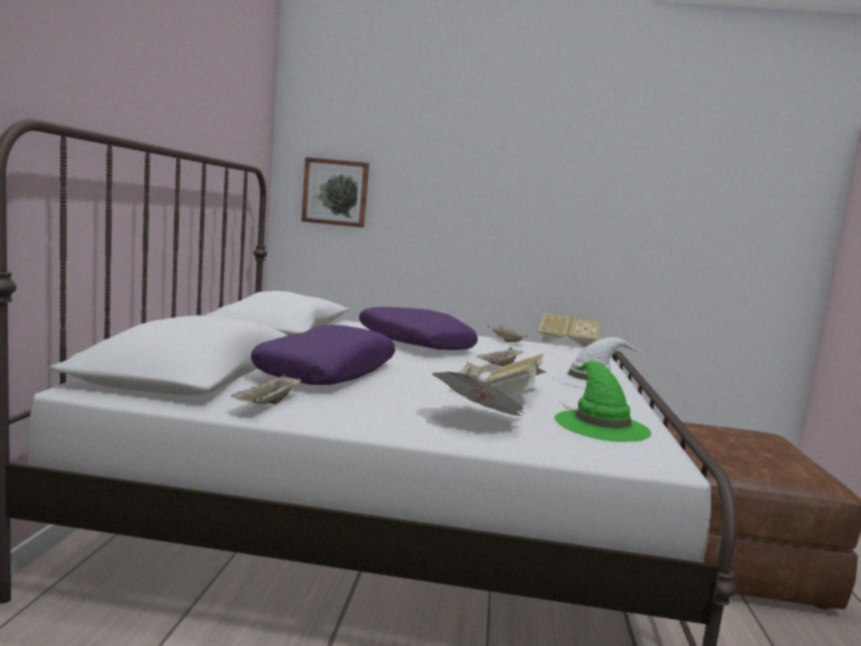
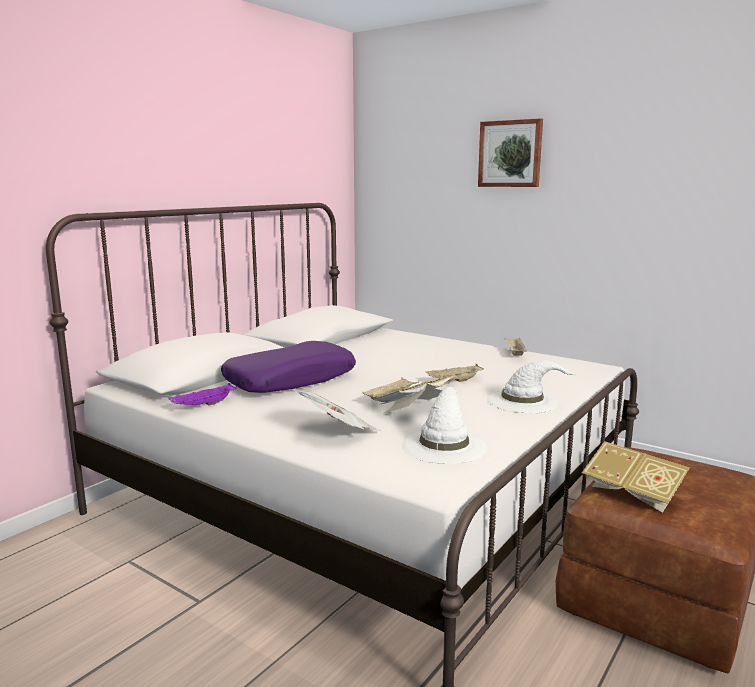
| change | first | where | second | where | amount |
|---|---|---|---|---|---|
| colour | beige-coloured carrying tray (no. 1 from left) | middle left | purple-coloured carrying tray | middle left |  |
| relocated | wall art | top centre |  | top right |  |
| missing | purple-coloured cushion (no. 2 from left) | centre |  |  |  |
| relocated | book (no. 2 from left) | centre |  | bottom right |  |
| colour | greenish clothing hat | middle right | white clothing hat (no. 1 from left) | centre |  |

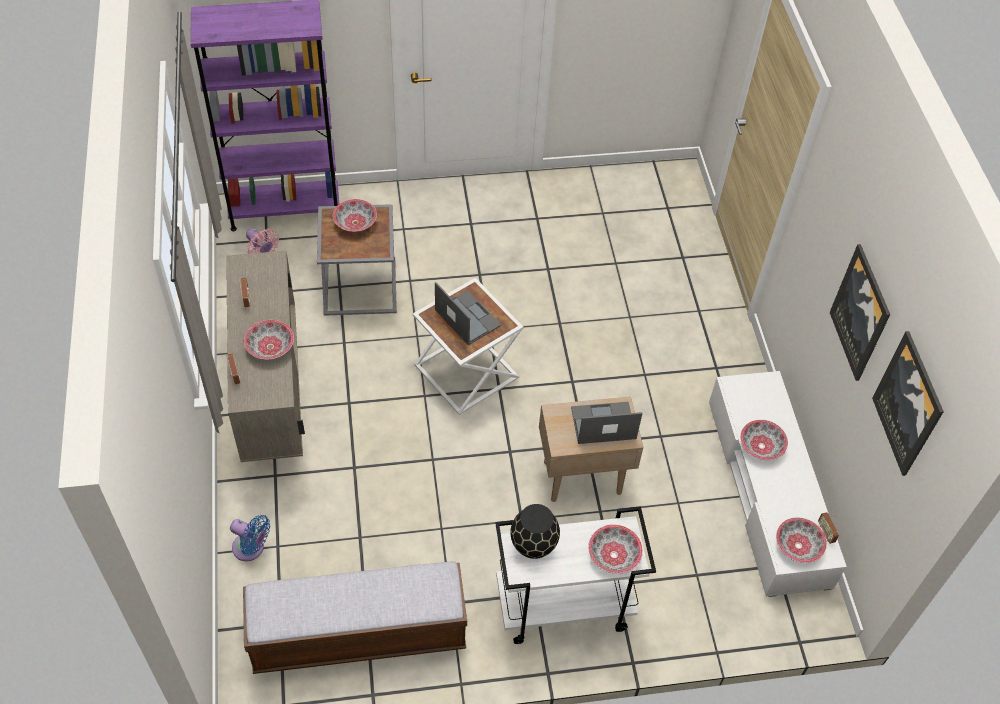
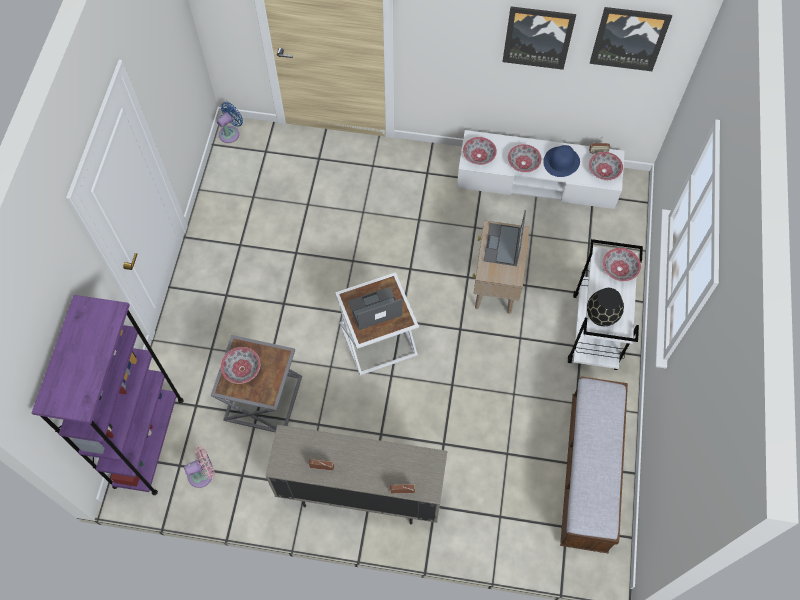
| change | first | where | second | where | amount |
|---|---|---|---|---|---|
| relocated | bluish fan | bottom left |  | top left |  |
| relocated | bowl (no. 1 from left in the first image) | middle left | bowl (no. 2 from left) | top centre |  |
| appeared |  |  | bluish clothing hat | top right |  |

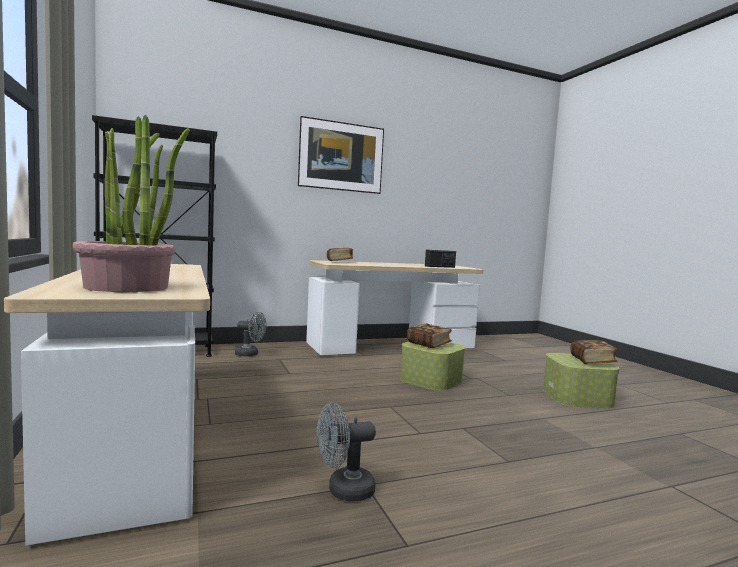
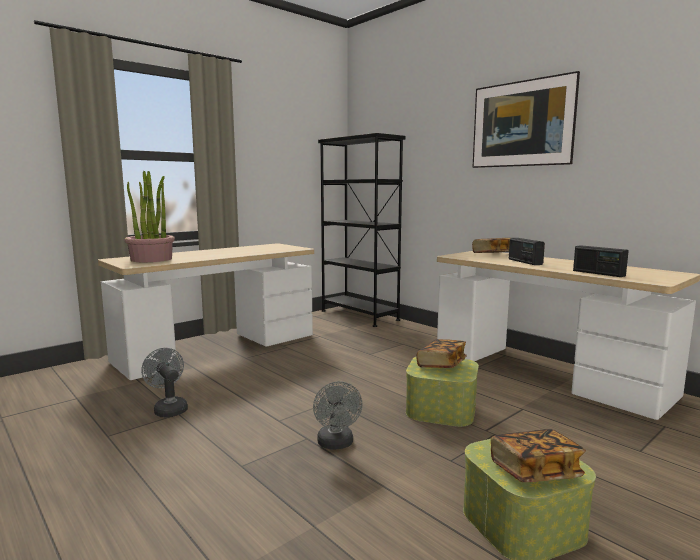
| change | first | where | second | where | amount |
|---|---|---|---|---|---|
| relocated | greyish fan (no. 1 from left in the first image) | centre | greyish fan (no. 2 from left) | bottom centre |  |
| appeared |  |  | radio receiver (no. 1 from left) | middle right |  |

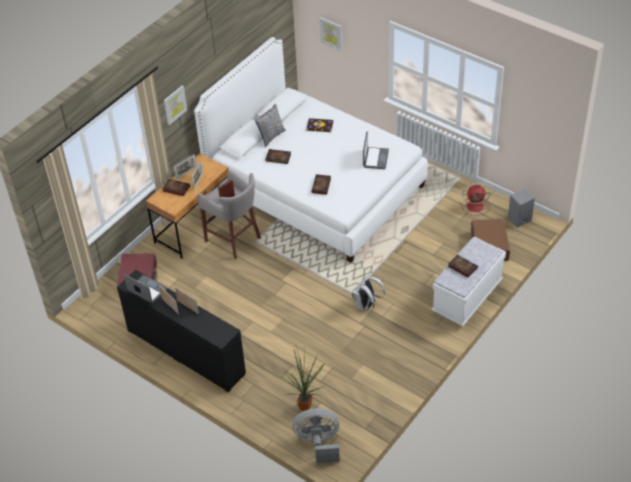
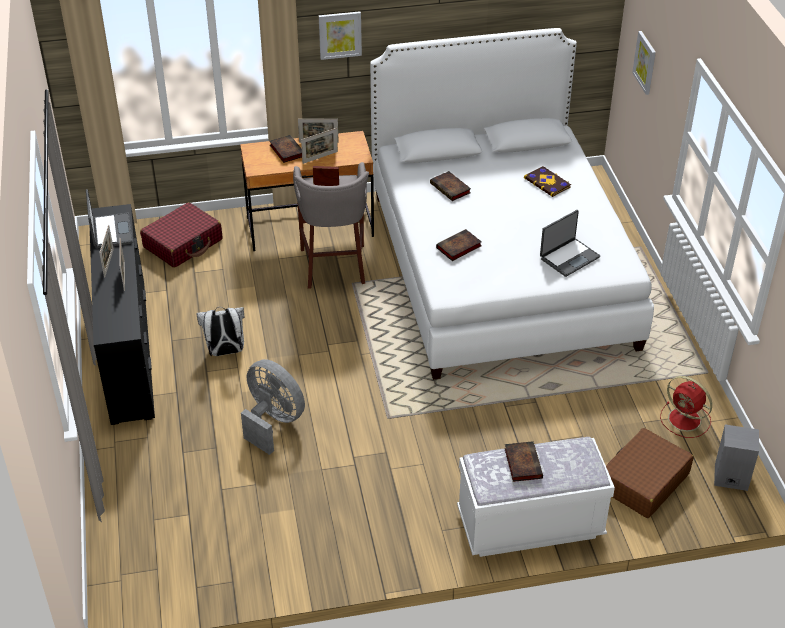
| change | first | where | second | where | amount |
|---|---|---|---|---|---|
| missing | greyish cushion | top centre |  |  |  |
| missing | houseplant | bottom centre |  |  |  |
| relocated | greyish fan | bottom centre |  | centre |  |
| relocated | white backpack | centre |  | middle left |  |

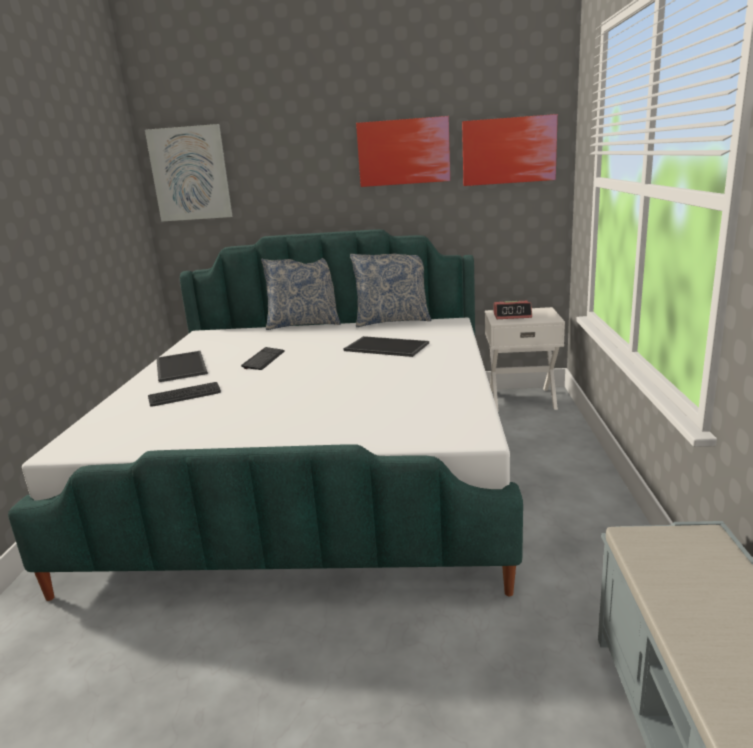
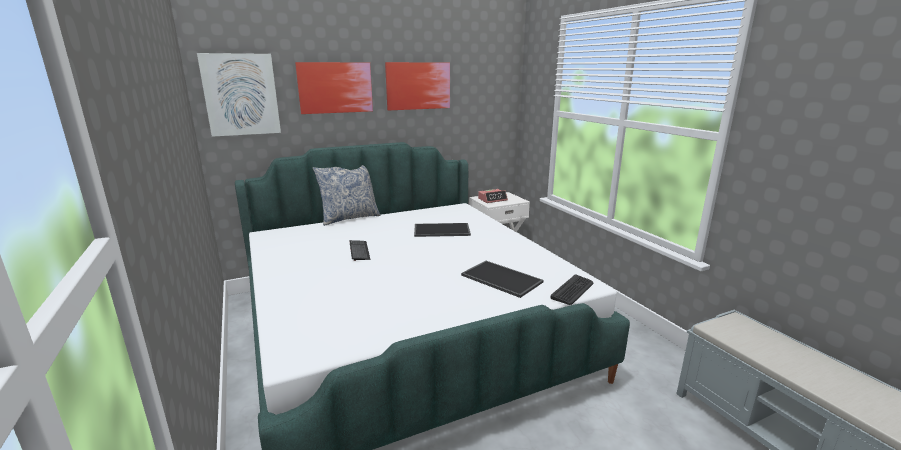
| change | first | where | second | where | amount |
|---|---|---|---|---|---|
| relocated | PC keyboard (no. 1 from left in the first image) | middle left | PC keyboard (no. 2 from left) | centre |  |
| relocated | carrying tray (no. 1 from left in the first image) | middle left | carrying tray (no. 2 from left) | centre |  |
| missing | cushion (no. 2 from left) | centre |  |  |  |
| relocated | wall art (no. 3 from left in the first image) | top right | wall art (no. 2 from left) | top centre |  |

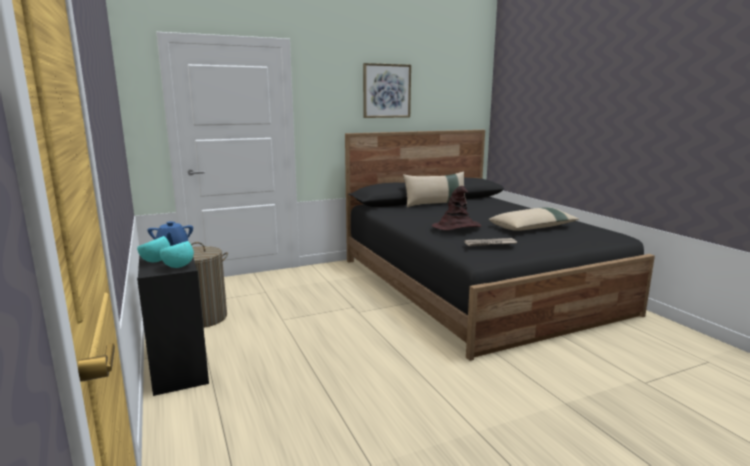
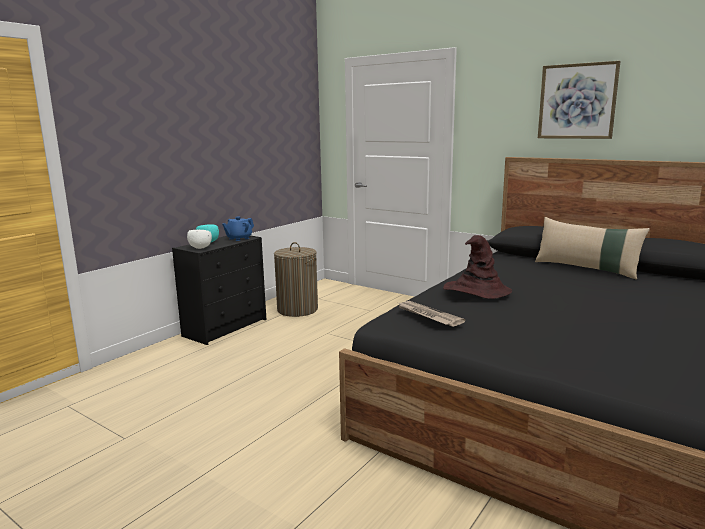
| change | first | where | second | where | amount |
|---|---|---|---|---|---|
| colour | turquoise-coloured bowl (no. 2 from left) | middle left | white bowl | middle left |  |
| missing | beige-coloured cushion (no. 2 from left) | middle right |  |  |  |

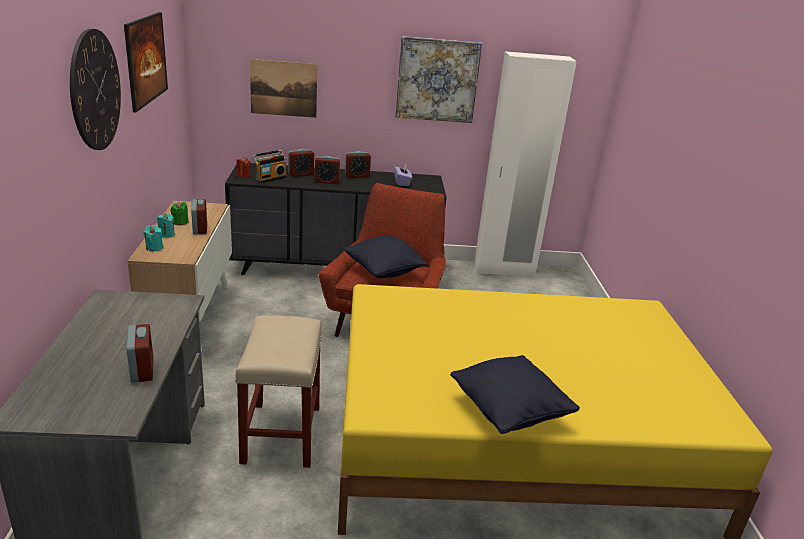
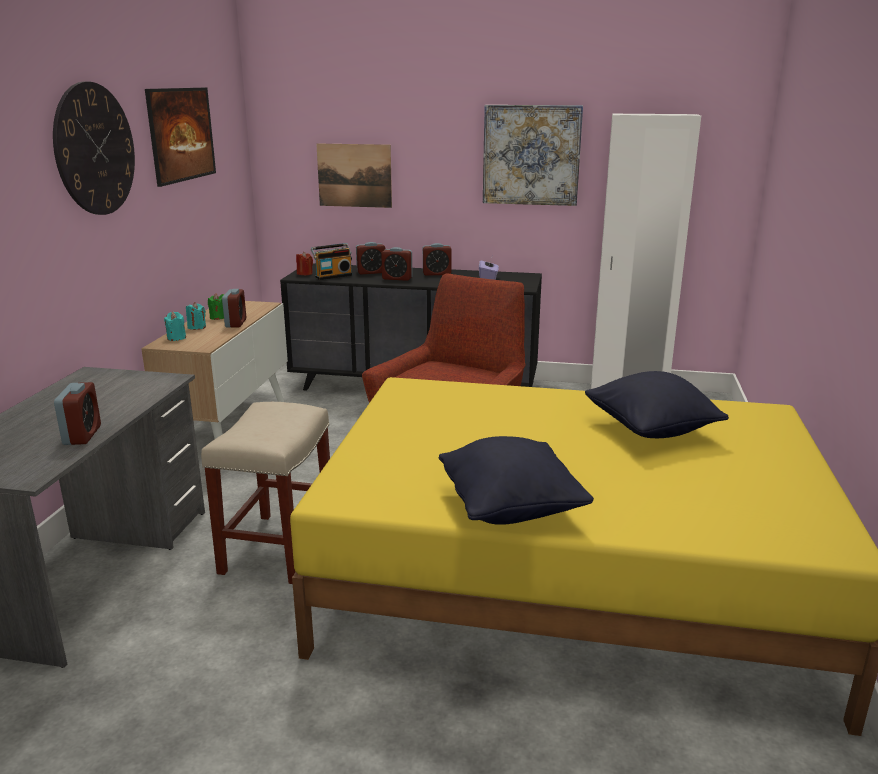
| change | first | where | second | where | amount |
|---|---|---|---|---|---|
| relocated | blackish cushion (no. 1 from left in the first image) | centre | blackish cushion (no. 2 from left) | middle right |  |

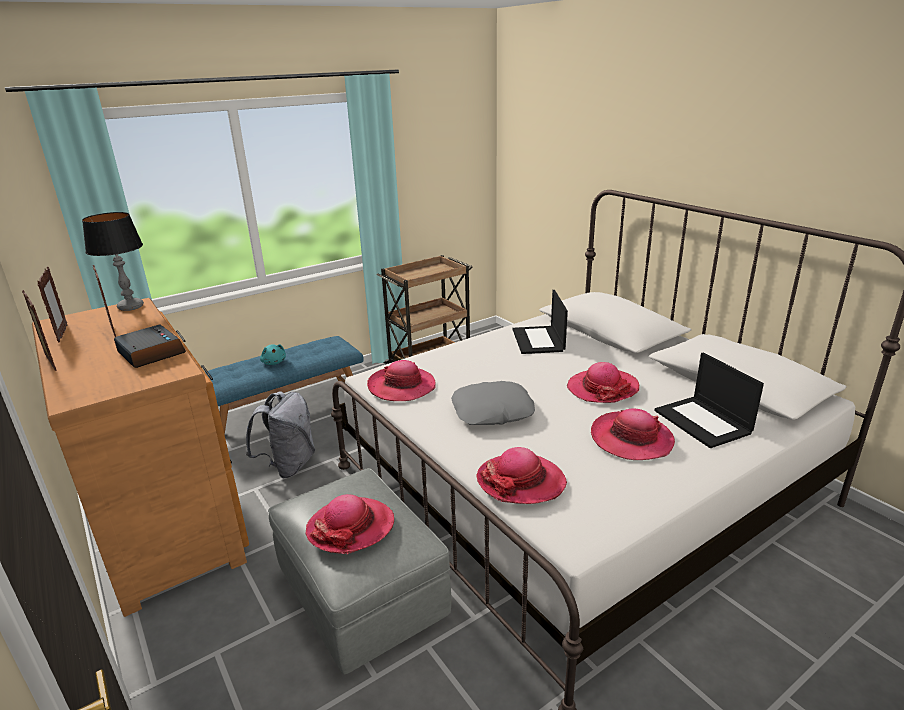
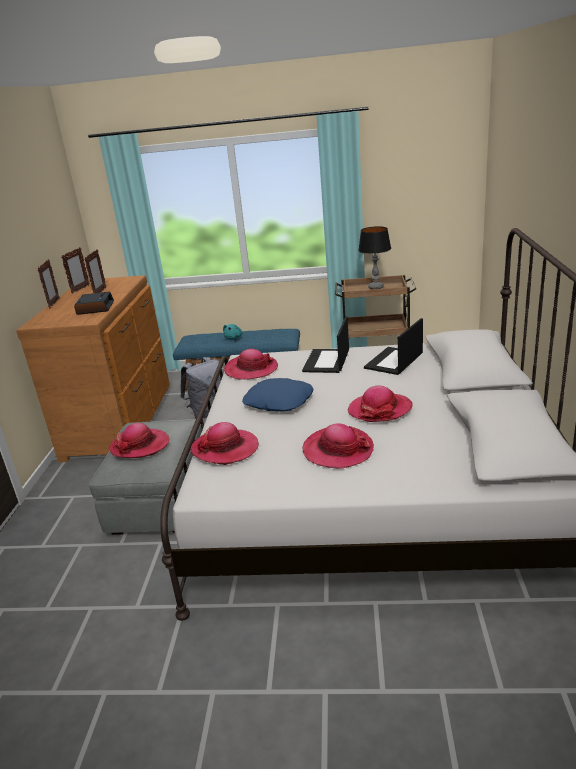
| change | first | where | second | where | amount |
|---|---|---|---|---|---|
| relocated | table lamp | middle left |  | centre |  |
| colour | greyish cushion | centre | bluish cushion | centre |  |
| relocated | portable computer (no. 2 from left in the first image) | middle right | portable computer (no. 1 from left) | centre |  |

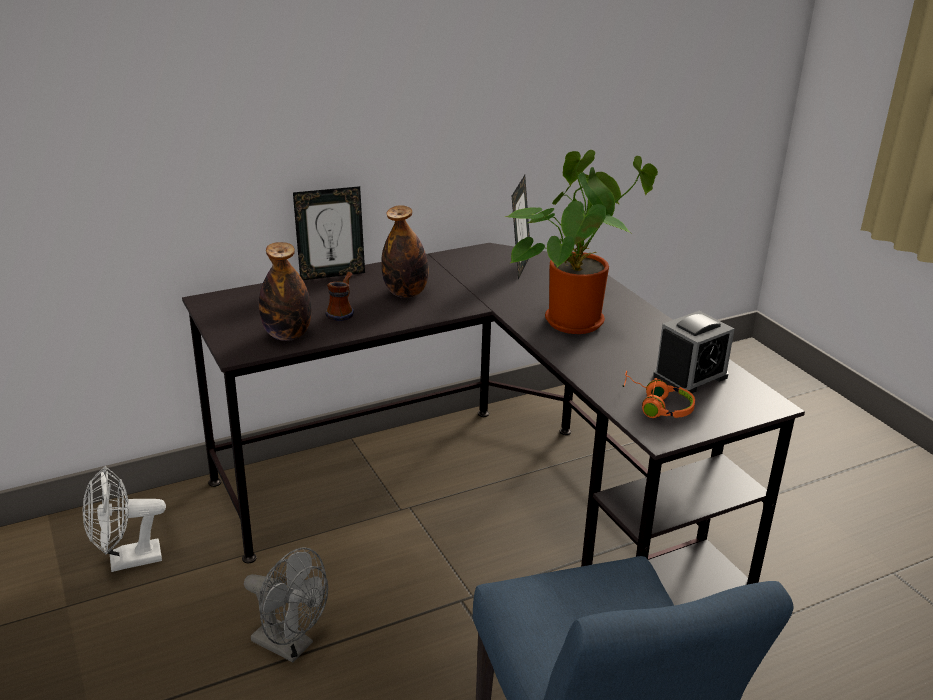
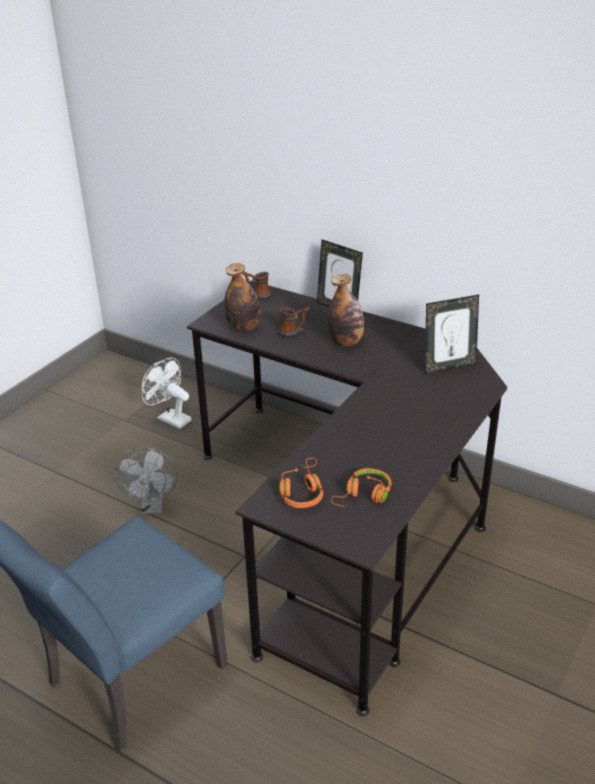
| change | first | where | second | where | amount |
|---|---|---|---|---|---|
| missing | houseplant | centre |  |  |  |
| exchanged | table clock | middle right | orange headphones (no. 2 from left) | centre |  |
| appeared |  |  | coffee mug (no. 1 from left) | centre |  |

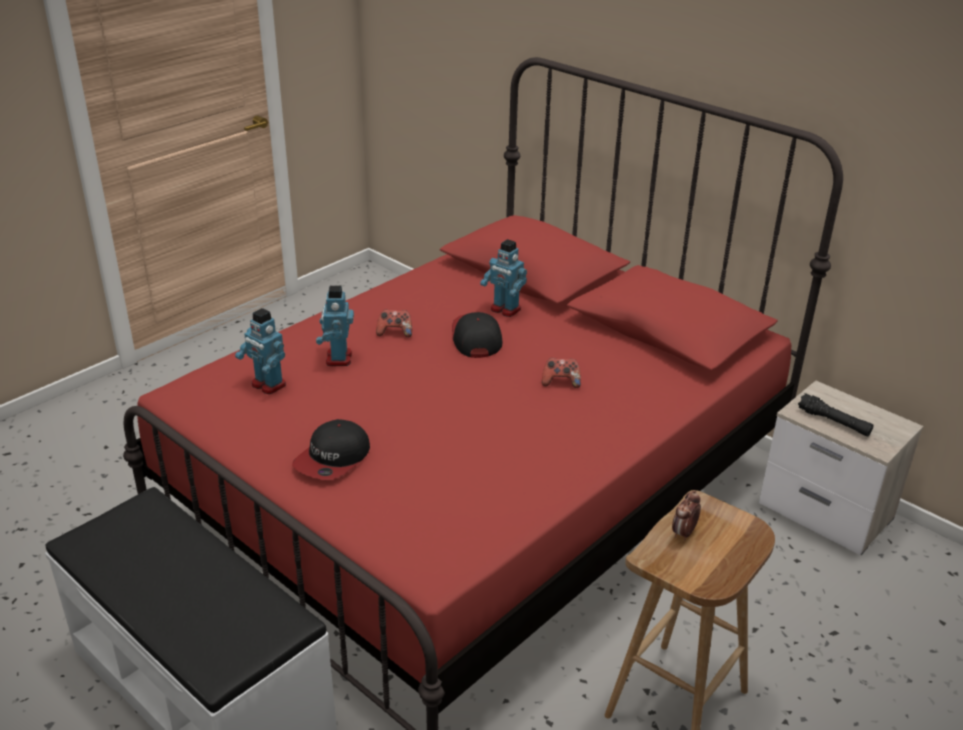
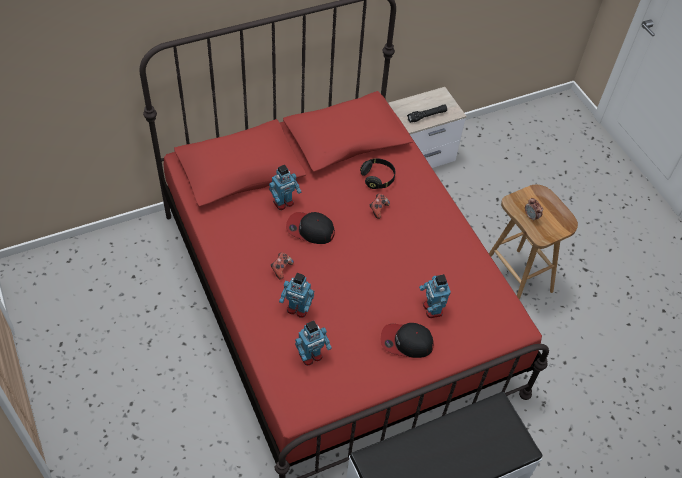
| change | first | where | second | where | amount |
|---|---|---|---|---|---|
| spun | cap (no. 1 from left in the first image) | centre | cap (no. 2 from left) | bottom centre | 135 degrees clockwise |
| appeared |  |  | blackish headphones | centre |  |
| appeared |  |  | toy robot (no. 4 from left) | centre |  |

